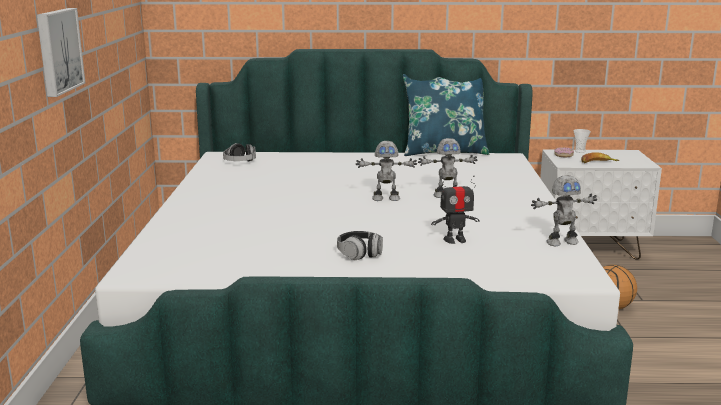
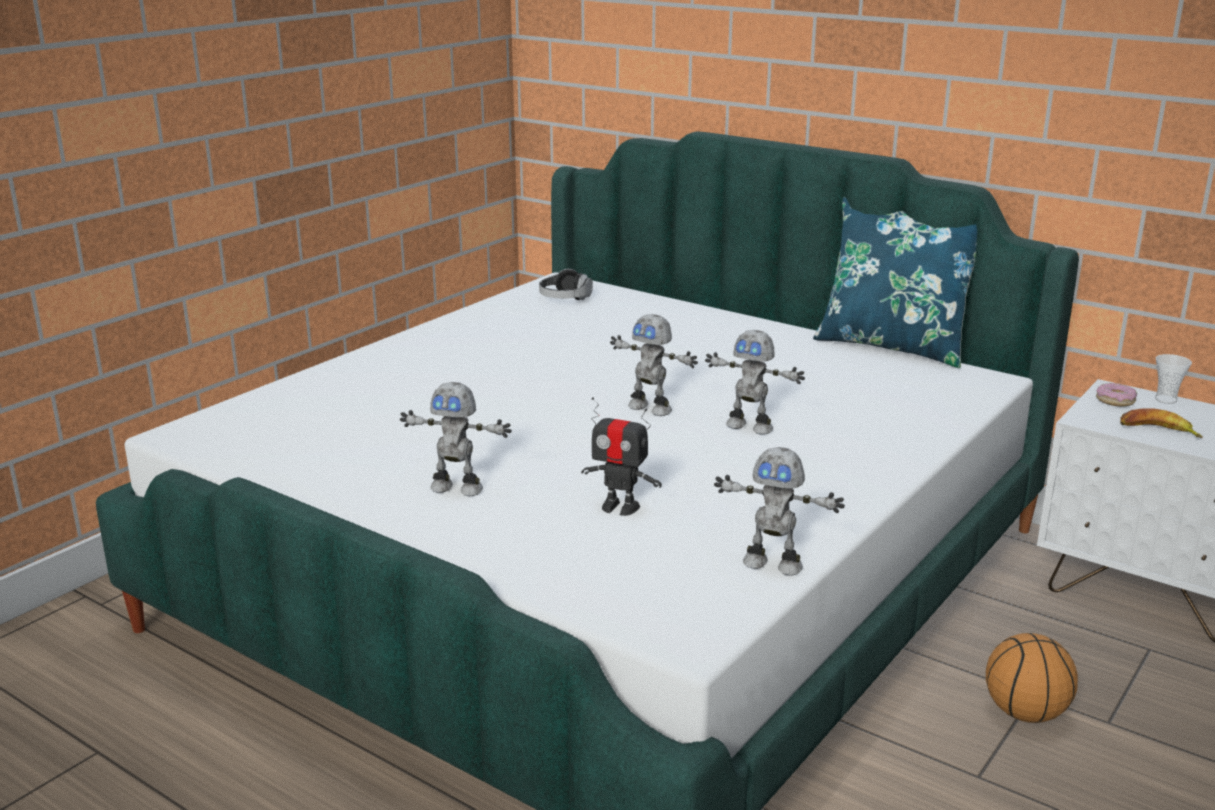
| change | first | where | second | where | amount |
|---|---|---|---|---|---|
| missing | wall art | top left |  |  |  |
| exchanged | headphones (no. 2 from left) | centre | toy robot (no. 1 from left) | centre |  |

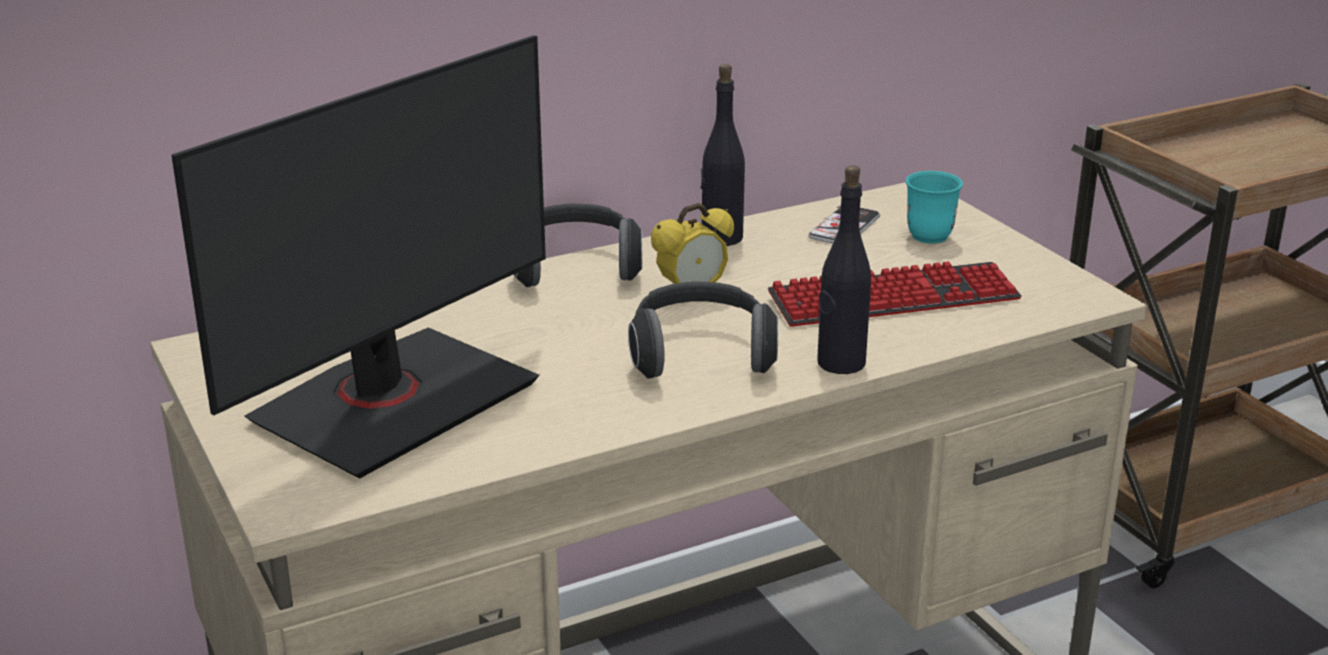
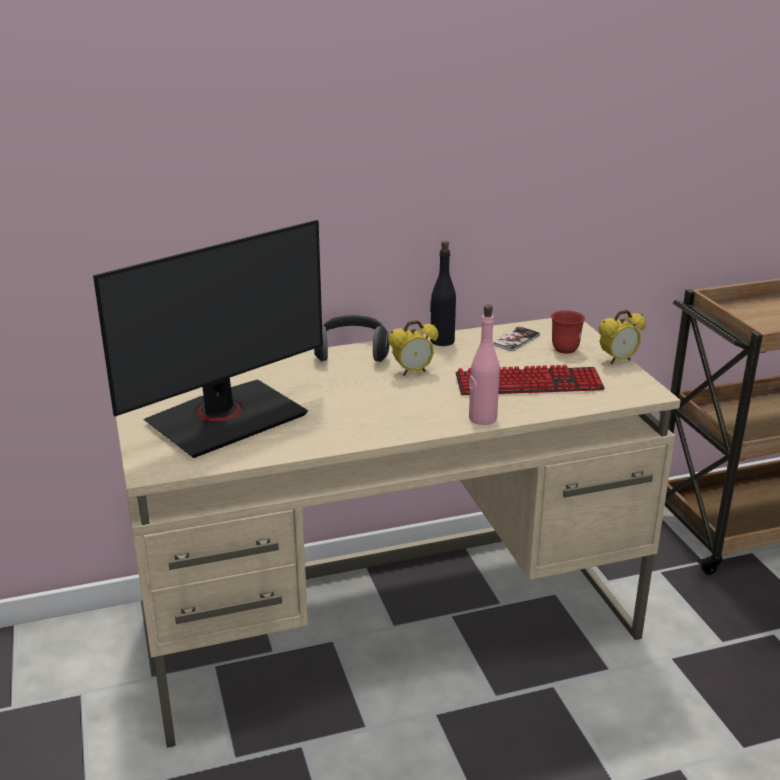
| change | first | where | second | where | amount |
|---|---|---|---|---|---|
| missing | headphones (no. 2 from left) | centre |  |  |  |
| colour | blackish bottle (no. 2 from left) | centre | pink bottle | centre |  |
| colour | turquoise-coloured coffee mug | top right | red coffee mug | middle right |  |
| appeared |  |  | table clock (no. 2 from left) | middle right |  |

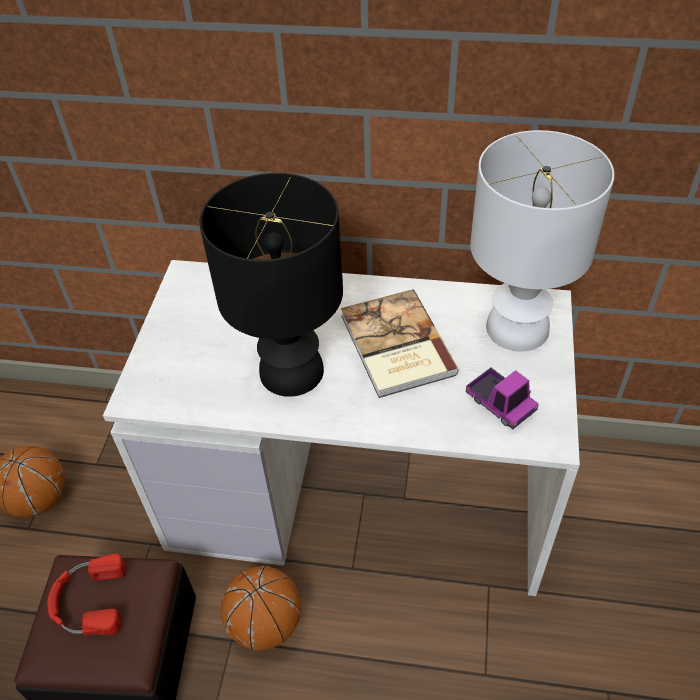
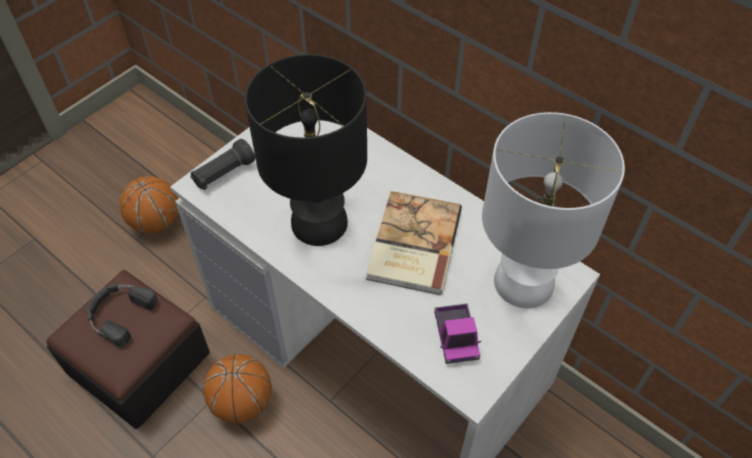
| change | first | where | second | where | amount |
|---|---|---|---|---|---|
| colour | red headphones | bottom left | blackish headphones | bottom left |  |
| appeared |  |  | blackish hand torch | middle left |  |

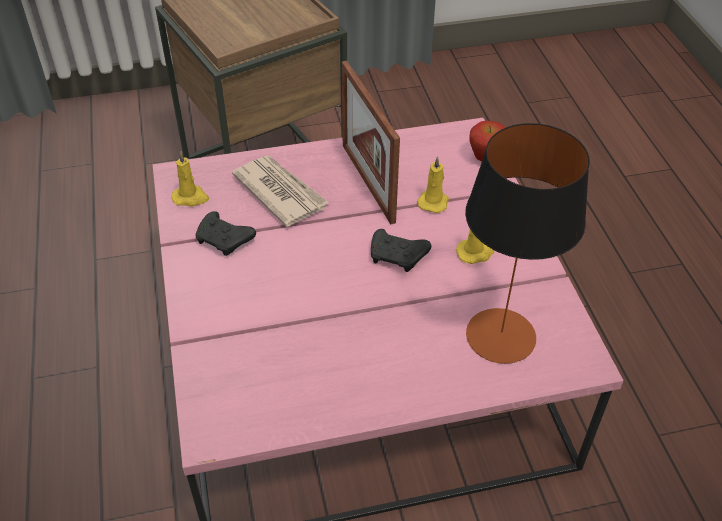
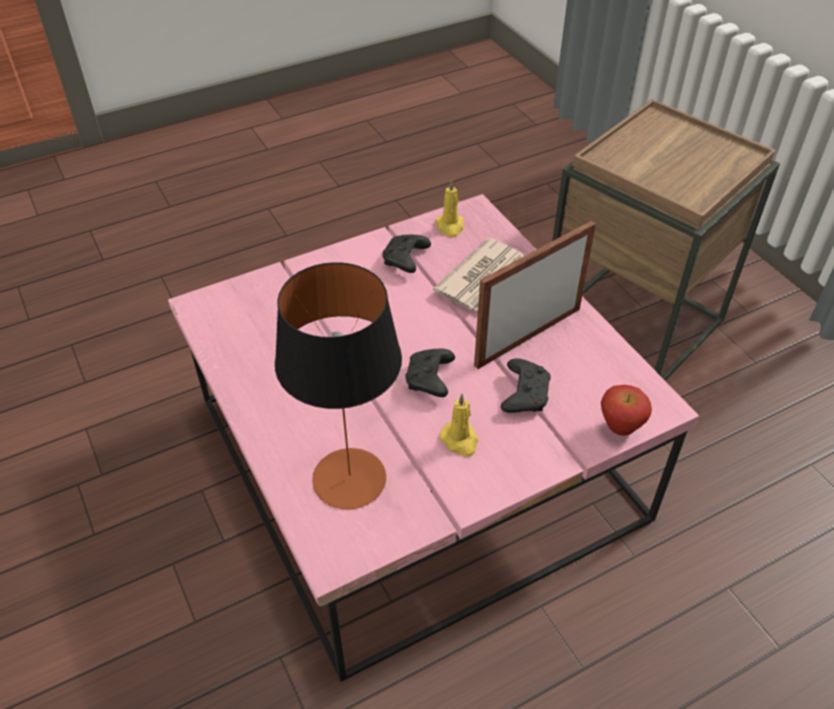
| change | first | where | second | where | amount |
|---|---|---|---|---|---|
| exchanged | yellow-coloured wax light (no. 2 from left) | centre | blackish joypad (no. 3 from left) | centre |  |

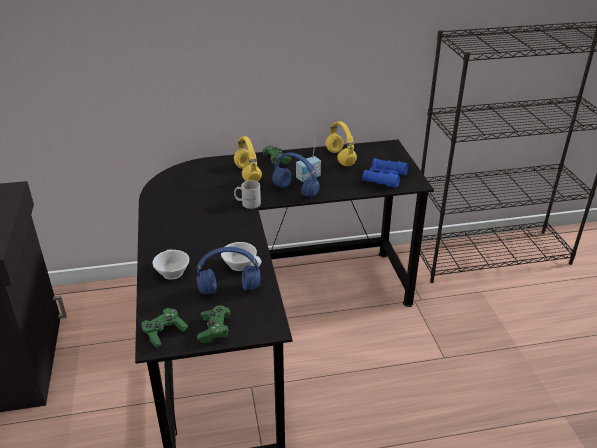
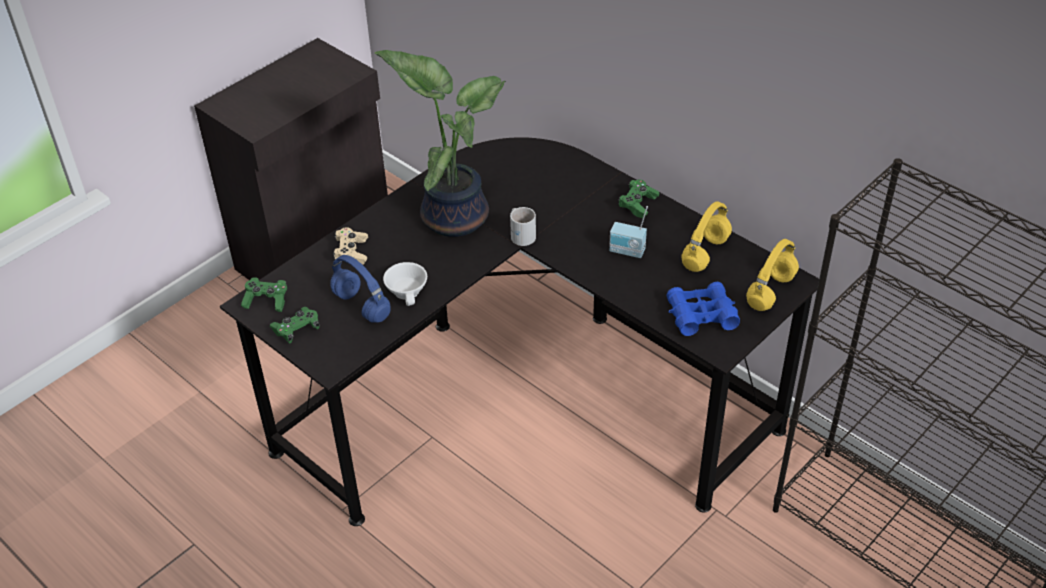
| change | first | where | second | where | amount |
|---|---|---|---|---|---|
| exchanged | white small cup (no. 1 from left) | middle left | beige-coloured joypad | centre |  |
| relocated | yellow-coloured headphones (no. 1 from left in the first image) | centre | yellow-coloured headphones (no. 2 from left) | middle right |  |
| missing | bluish headphones (no. 2 from left) | centre |  |  |  |
| appeared |  |  | houseplant | top centre |  |

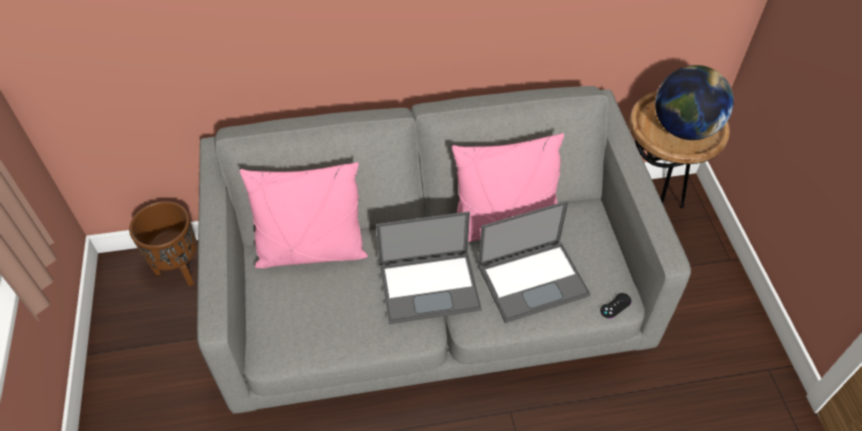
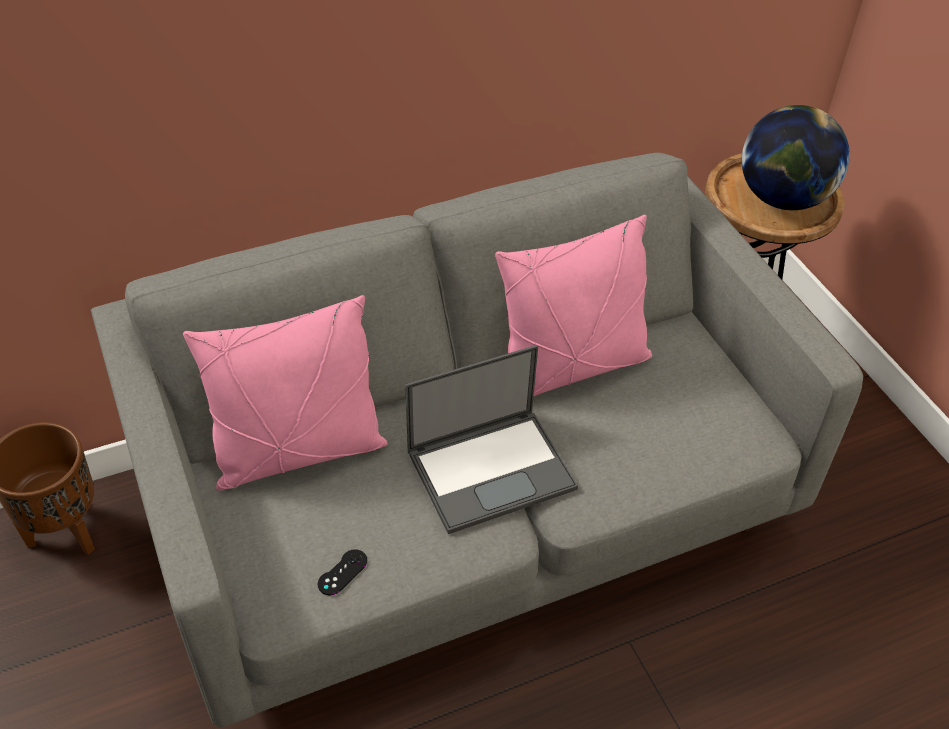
| change | first | where | second | where | amount |
|---|---|---|---|---|---|
| missing | portable computer (no. 2 from left) | centre |  |  |  |
| relocated | blackish joypad | bottom right |  | bottom centre |  |

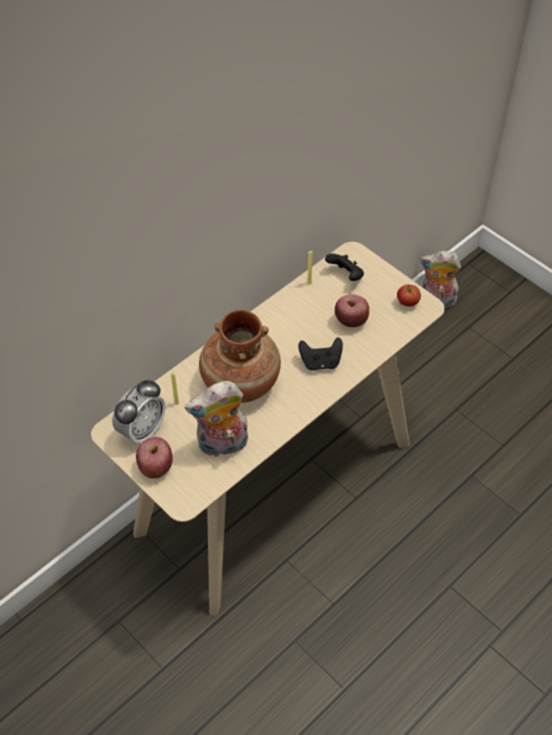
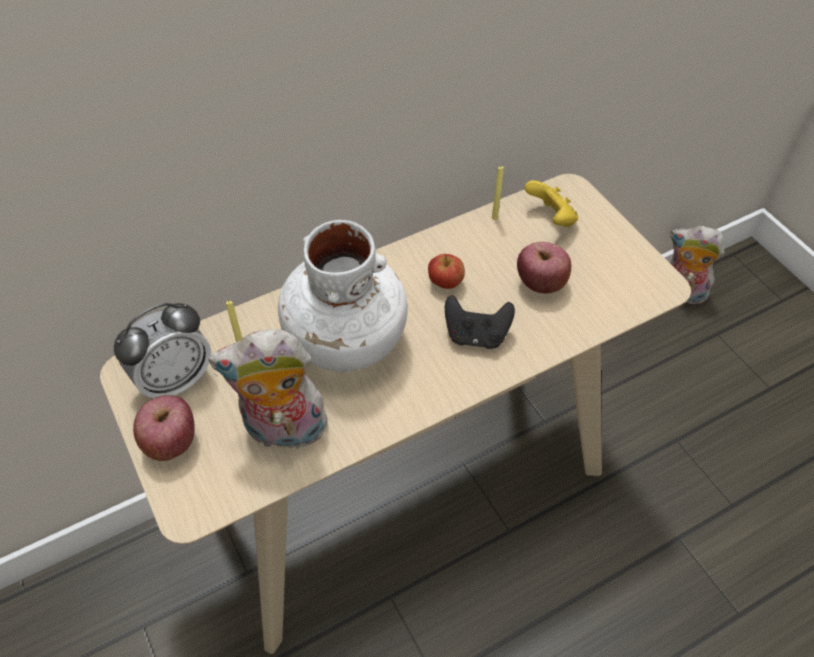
| change | first | where | second | where | amount |
|---|---|---|---|---|---|
| colour | brown-coloured flower vase | centre | white flower vase | centre |  |
| colour | blackish joypad (no. 2 from left) | centre | yellow-coloured joypad | top right |  |
| relocated | apple (no. 3 from left in the first image) | middle right | apple (no. 2 from left) | centre |  |

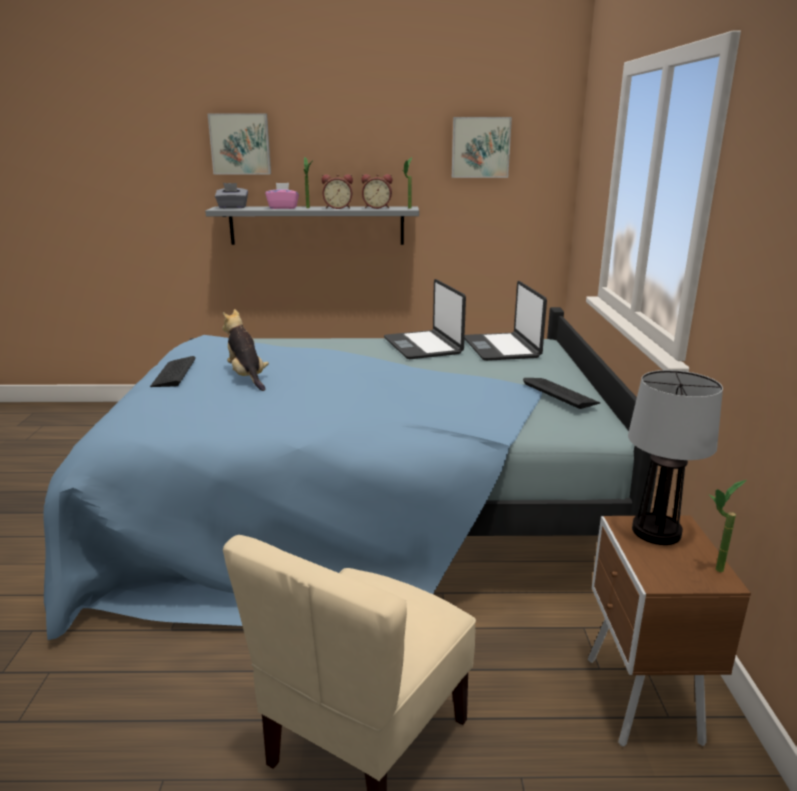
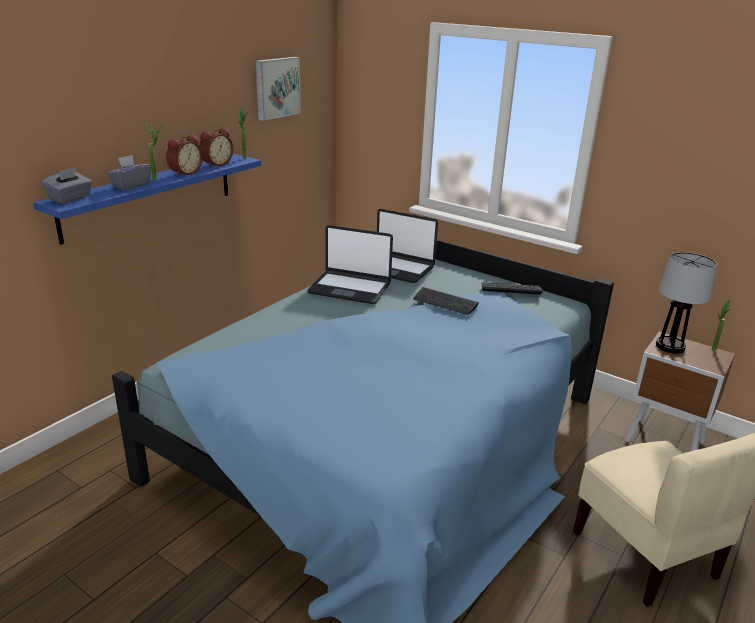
| change | first | where | second | where | amount |
|---|---|---|---|---|---|
| relocated | PC keyboard (no. 1 from left) | middle left |  | centre |  |
| colour | greyish wall shelf | top centre | bluish wall shelf | top left |  |
| missing | wall art (no. 1 from left) | top left |  |  |  |
| missing | plush toy | middle left |  |  |  |
| colour | pink tissue holder | top centre | greyish tissue holder (no. 2 from left) | top left |  |

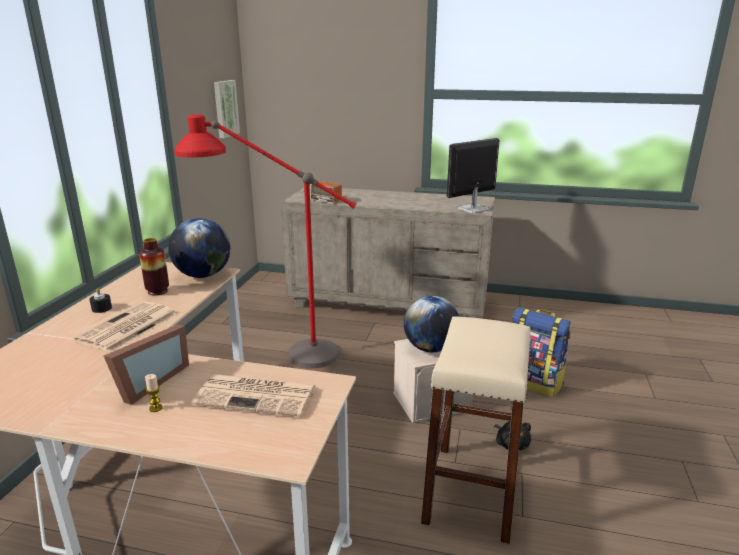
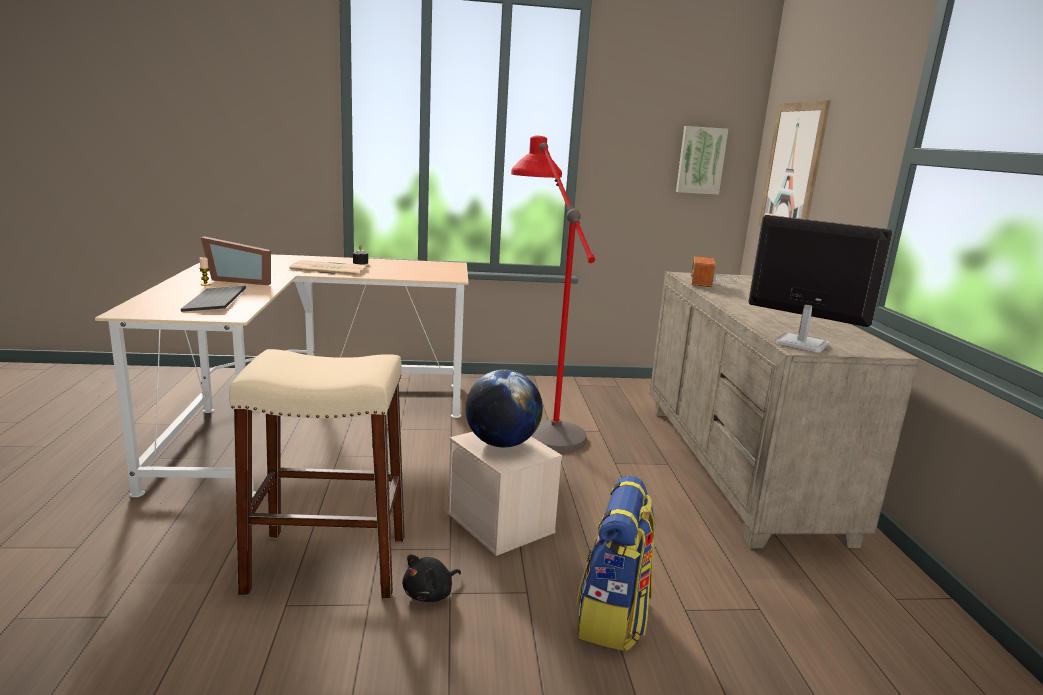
| change | first | where | second | where | amount |
|---|---|---|---|---|---|
| missing | flower vase | middle left |  |  |  |
| missing | globe (no. 1 from left) | middle left |  |  |  |
| exchanged | newspaper (no. 2 from left) | bottom centre | PC keyboard | middle left |  |
| appeared |  |  | wall art (no. 2 from left) | top right |  |

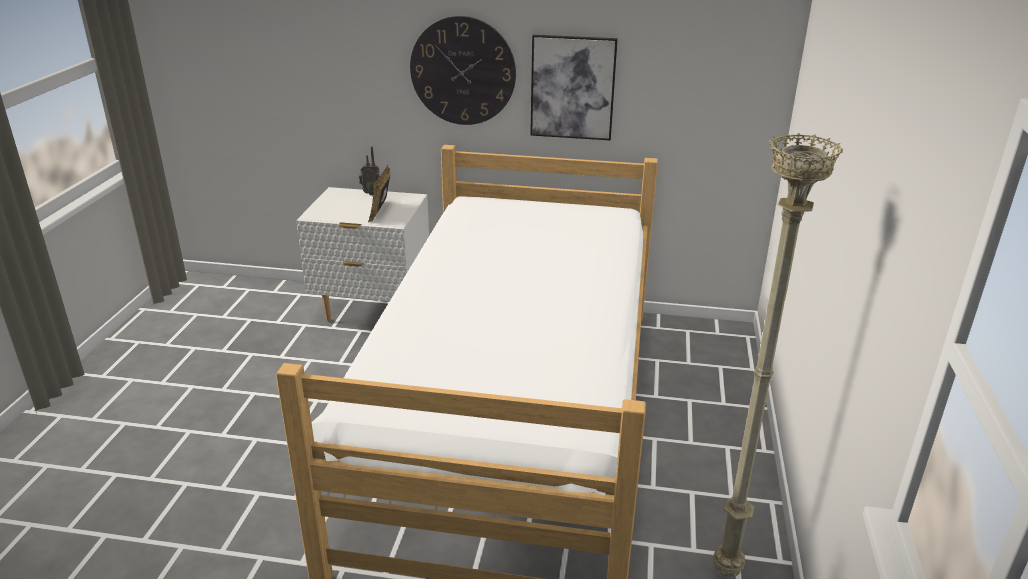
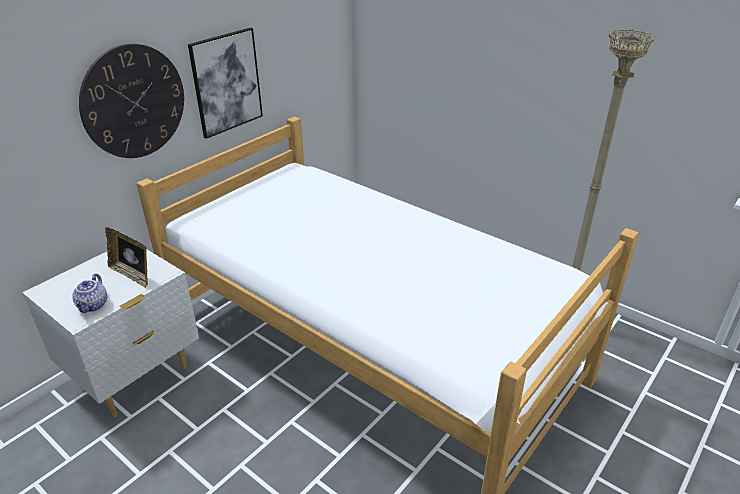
| change | first | where | second | where | amount |
|---|---|---|---|---|---|
| missing | radio receiver | top centre |  |  |  |
| appeared |  |  | teapot | middle left |  |

